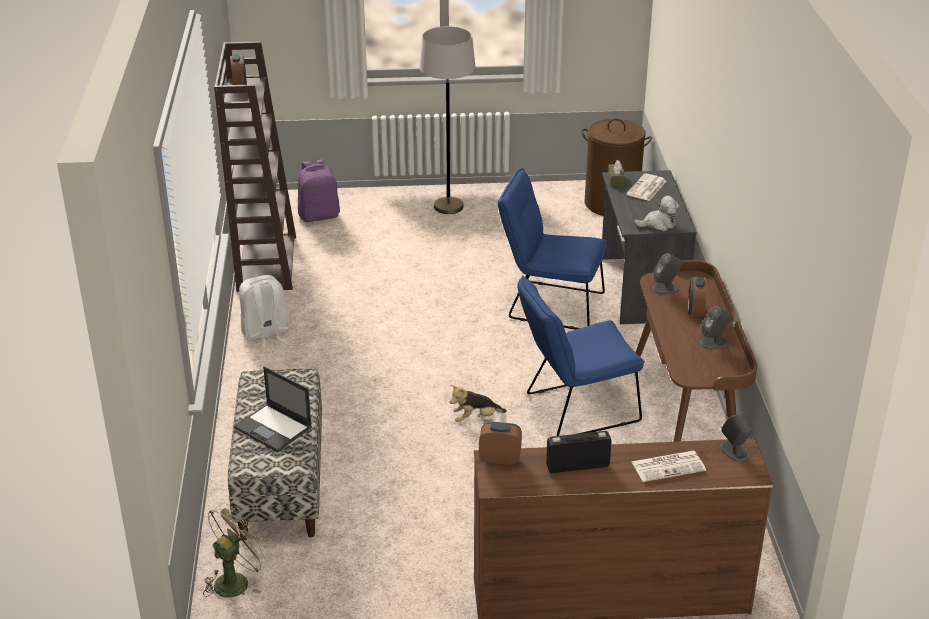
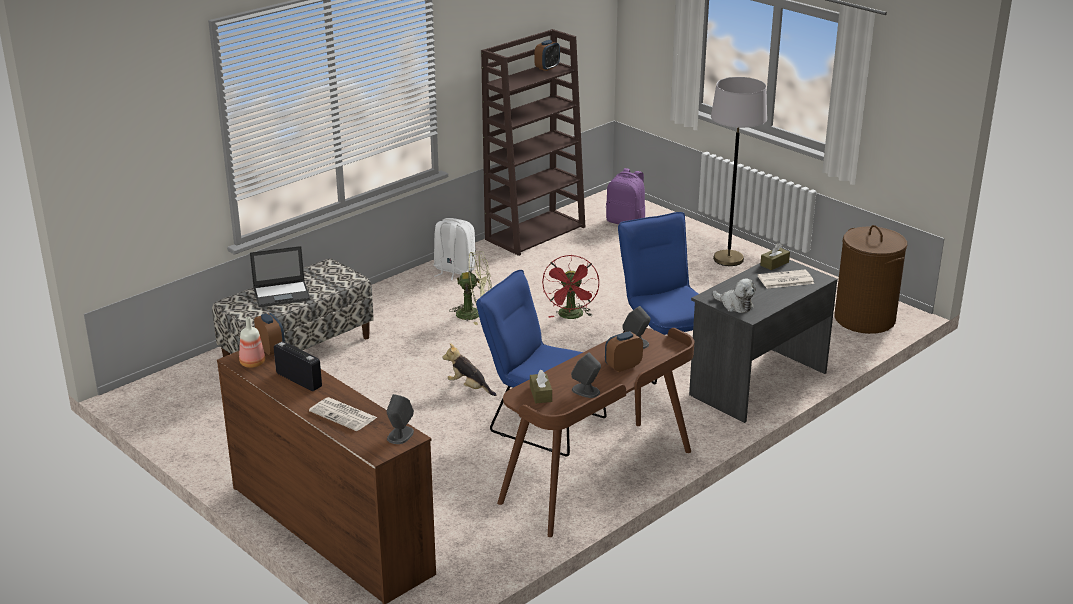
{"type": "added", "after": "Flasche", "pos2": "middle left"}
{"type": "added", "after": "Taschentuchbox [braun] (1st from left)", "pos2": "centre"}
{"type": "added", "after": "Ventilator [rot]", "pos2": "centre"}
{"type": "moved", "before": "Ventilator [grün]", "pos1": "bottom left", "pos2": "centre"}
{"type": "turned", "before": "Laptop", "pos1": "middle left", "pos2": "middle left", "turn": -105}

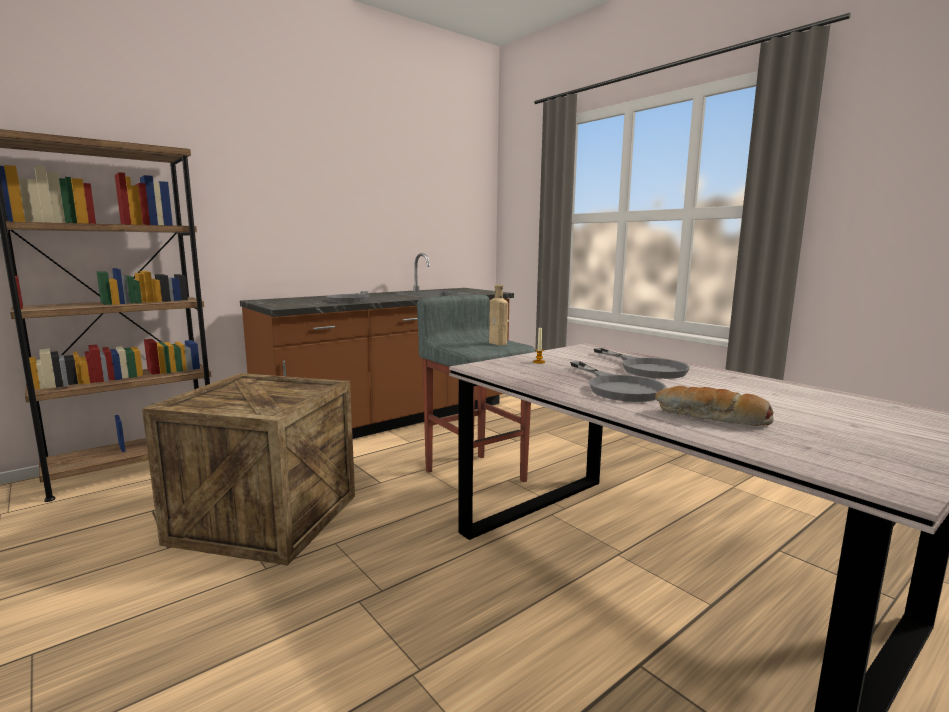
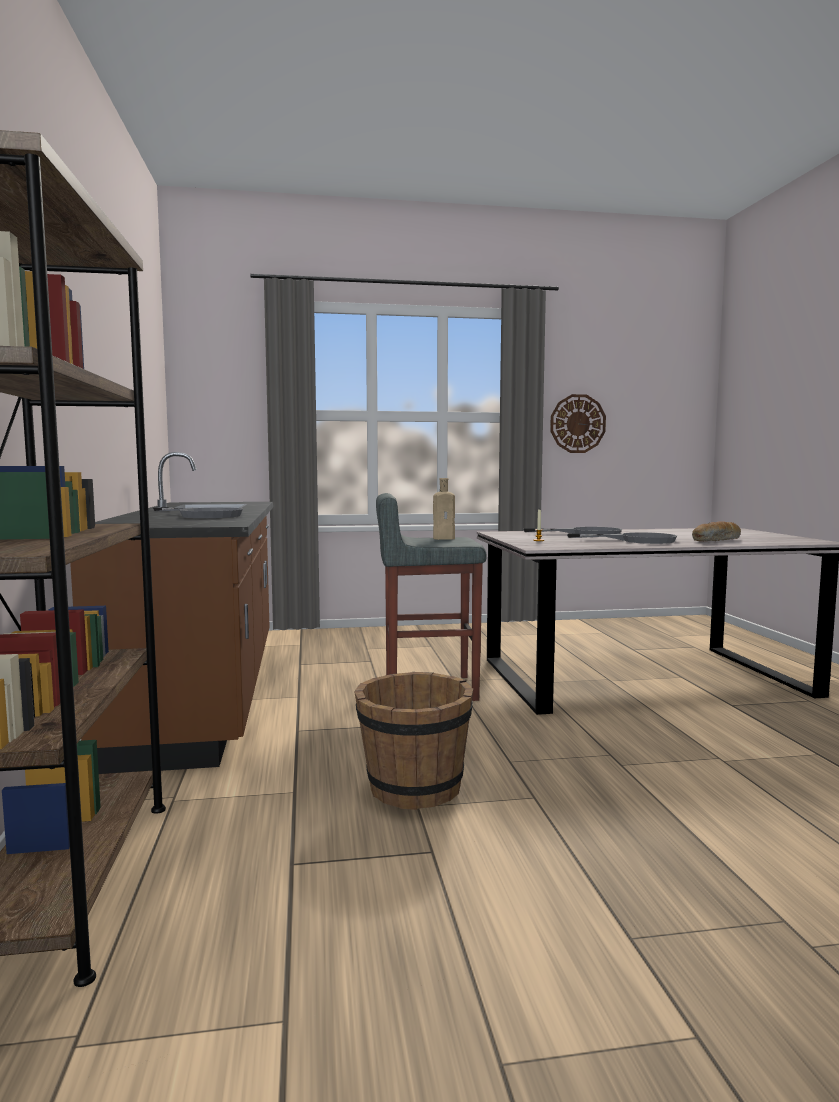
{"type": "added", "after": "Wanduhr", "pos2": "middle right"}
{"type": "replaced", "before": "Kiste", "after": "Eimer [braun]", "pos1": "middle left", "pos2": "bottom centre"}

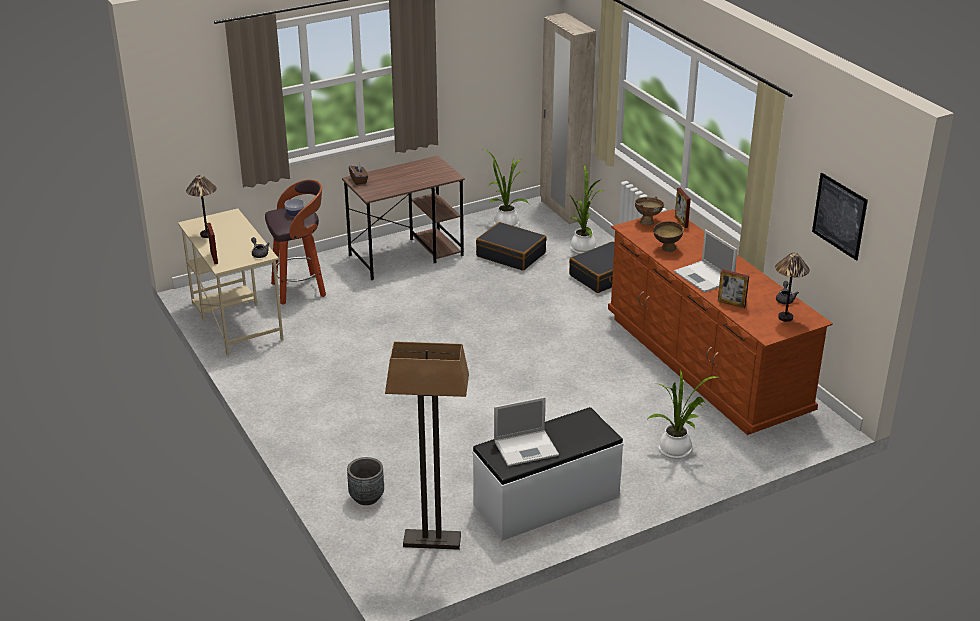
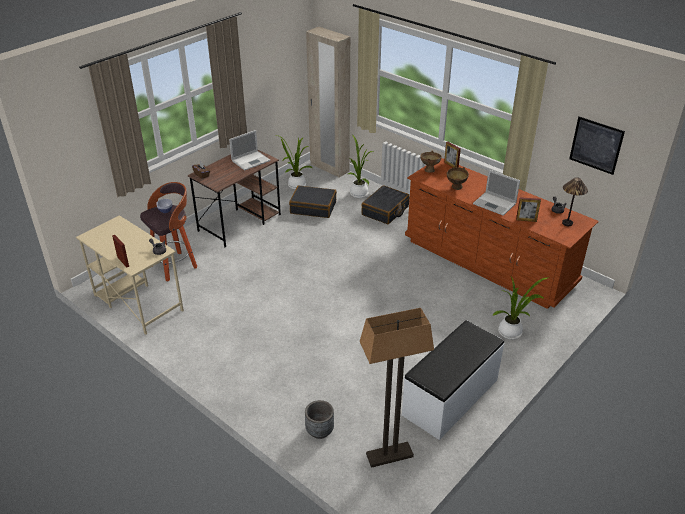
{"type": "removed", "before": "Tischlampe (1st from left)", "pos1": "top left"}
{"type": "moved", "before": "Laptop (1st from left)", "pos1": "bottom centre", "pos2": "top centre"}

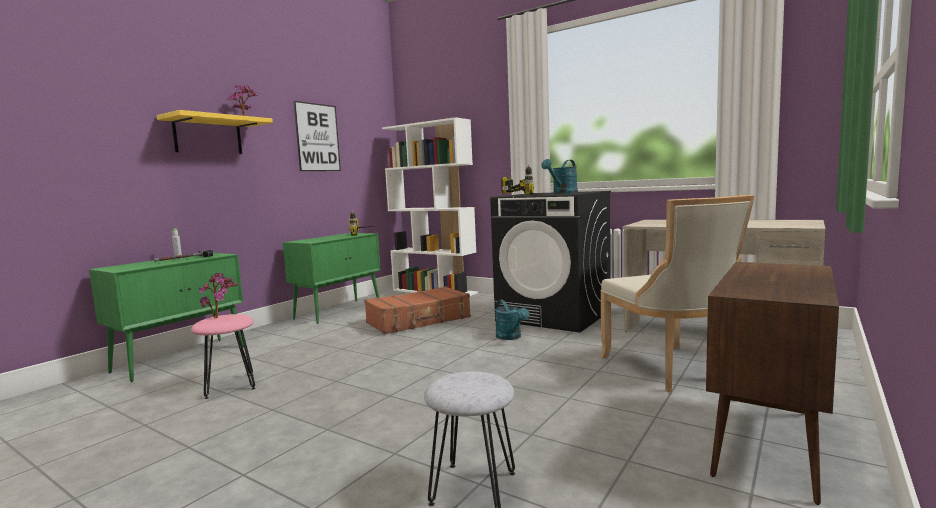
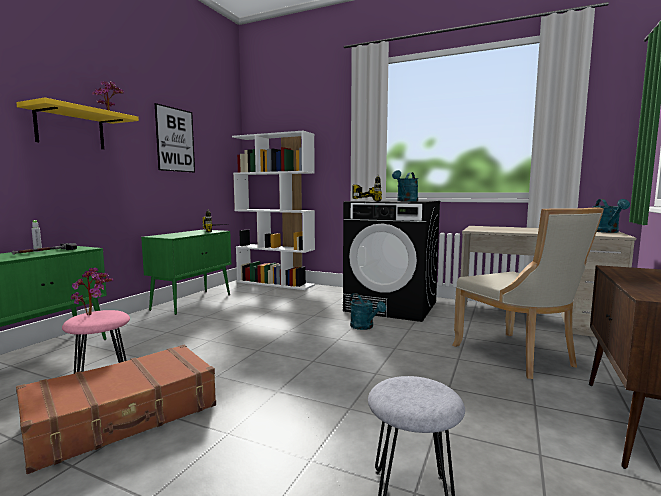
{"type": "added", "after": "Gießkanne [türkis] (3rd from left)", "pos2": "middle right"}
{"type": "moved", "before": "Koffer [braun]", "pos1": "centre", "pos2": "bottom left"}

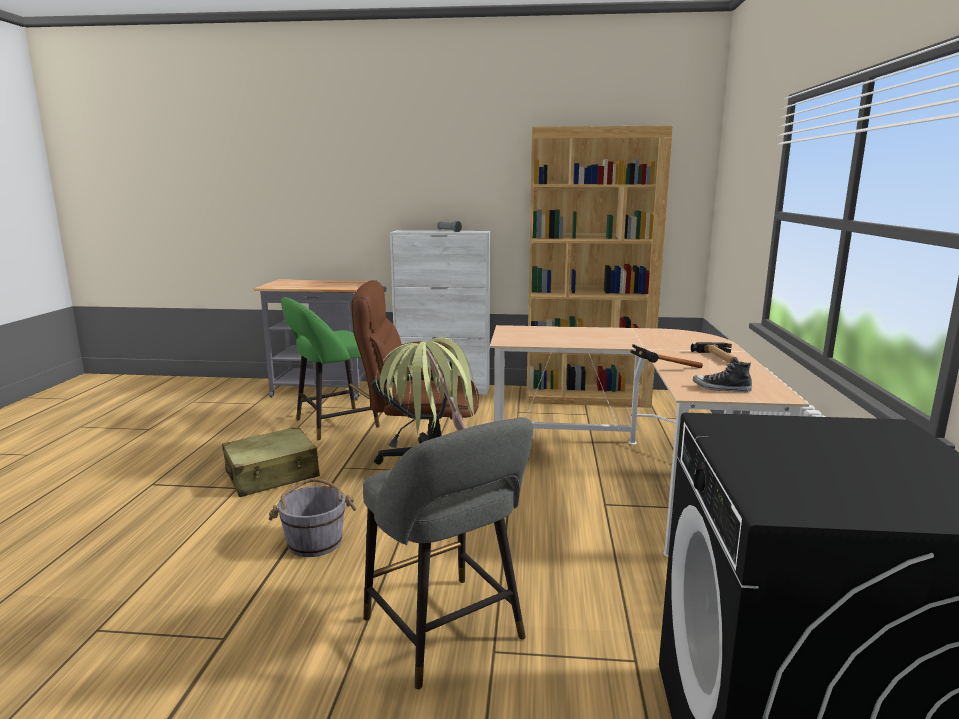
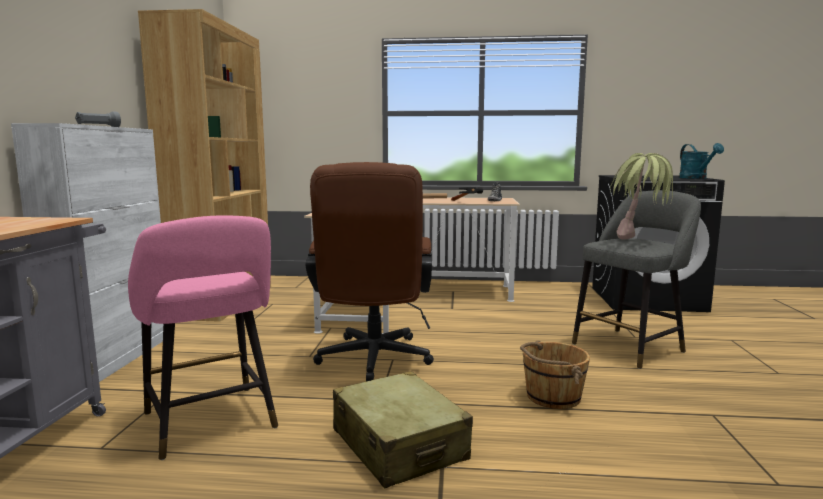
{"type": "added", "after": "Gießkanne [türkis]", "pos2": "top right"}
{"type": "recoloured", "before": "Eimer [grau]", "after": "Eimer [braun]", "pos1": "bottom left", "pos2": "bottom right"}
{"type": "recoloured", "before": "Hocker [grün]", "after": "Hocker [rosa]", "pos1": "centre", "pos2": "bottom left"}

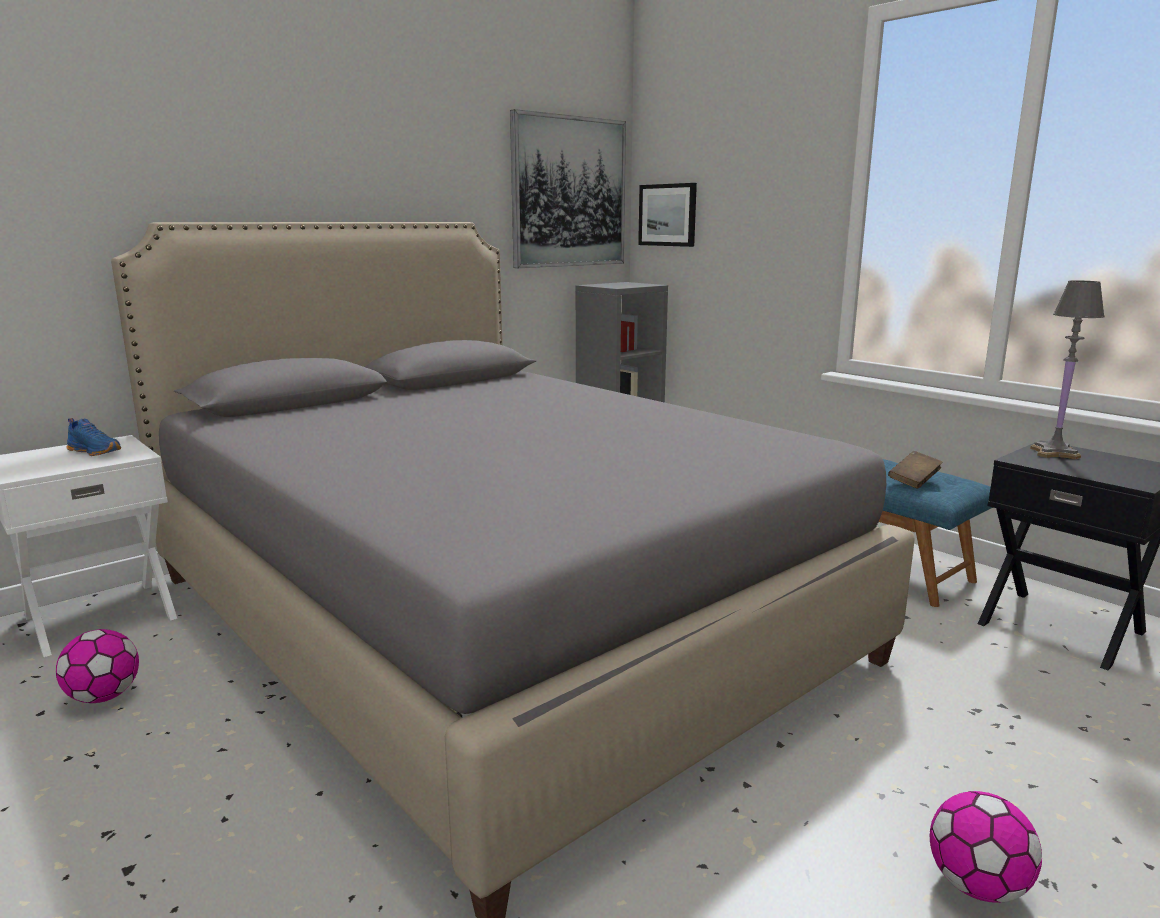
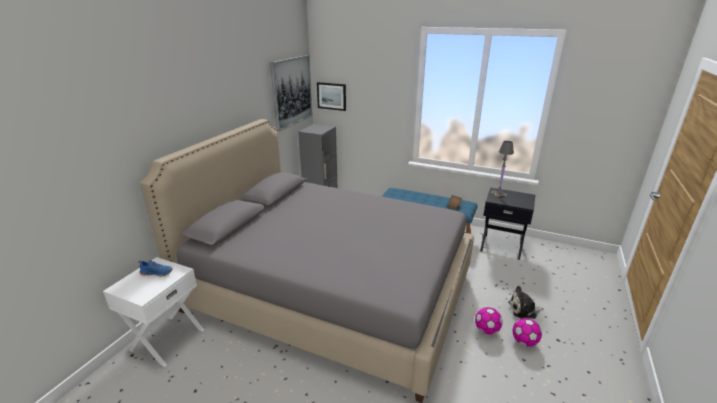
{"type": "added", "after": "Plüschtier", "pos2": "bottom right"}
{"type": "moved", "before": "Fußball (1st from left)", "pos1": "bottom left", "pos2": "bottom right"}

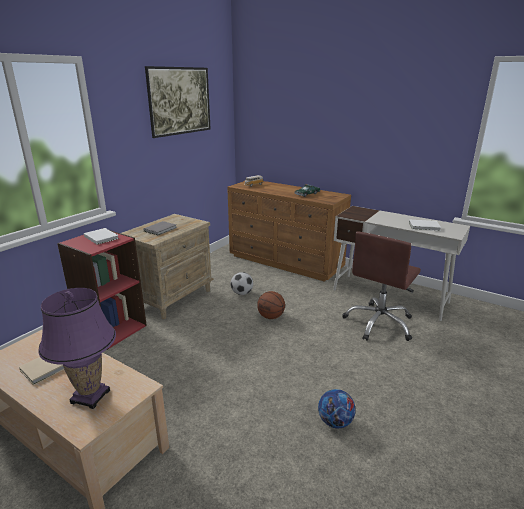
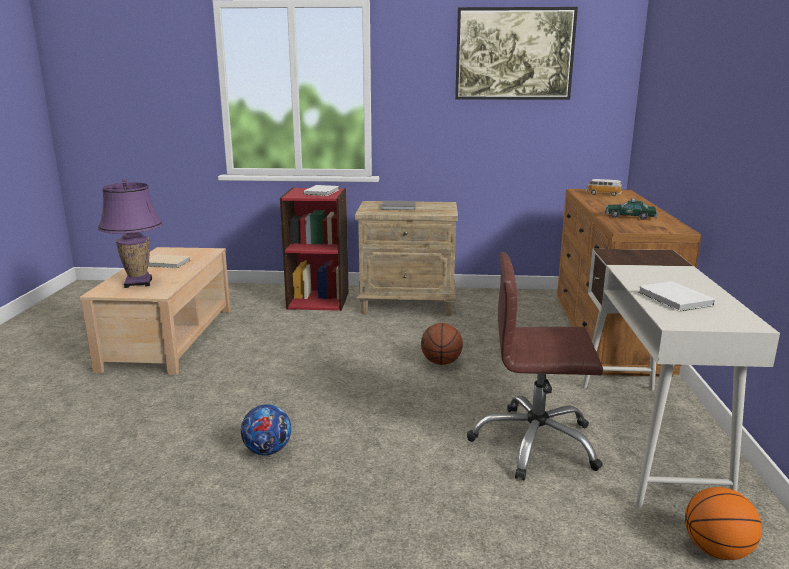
{"type": "removed", "before": "Fußball (1st from left)", "pos1": "centre"}
{"type": "added", "after": "Basketball (2nd from left)", "pos2": "bottom right"}

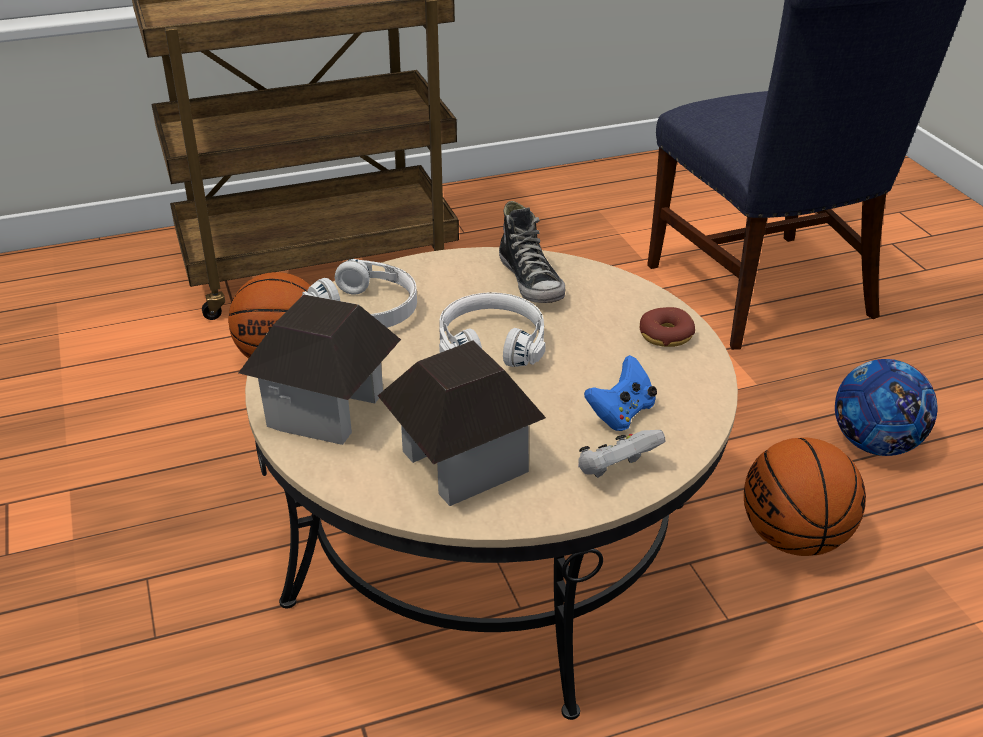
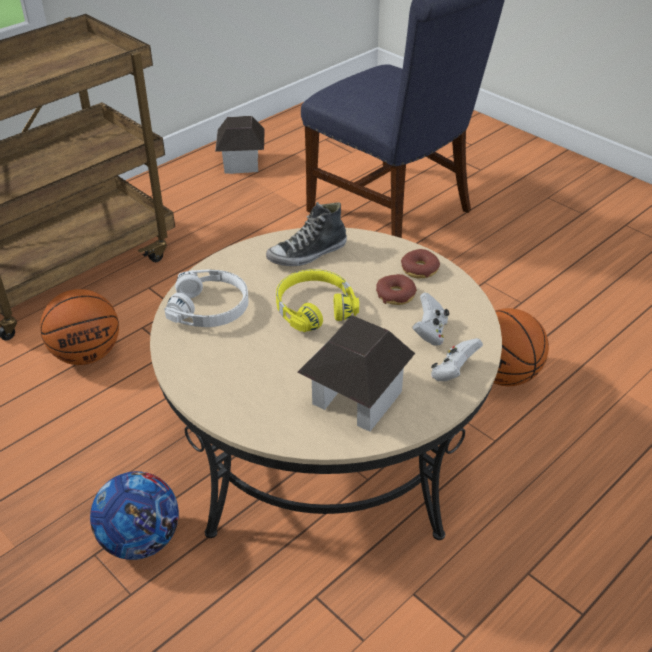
{"type": "added", "after": "Donut (1st from left)", "pos2": "centre"}
{"type": "moved", "before": "Spielzeughaus (1st from left)", "pos1": "middle left", "pos2": "top centre"}
{"type": "moved", "before": "Fußball", "pos1": "middle right", "pos2": "bottom left"}
{"type": "recoloured", "before": "Kopfhörer [weiß] (2nd from left)", "after": "Kopfhörer [gelb]", "pos1": "centre", "pos2": "centre"}
{"type": "recoloured", "before": "Gamepad [blau]", "after": "Gamepad [weiß] (1st from left)", "pos1": "centre", "pos2": "centre"}
{"type": "turned", "before": "Schuh", "pos1": "centre", "pos2": "centre", "turn": 105}

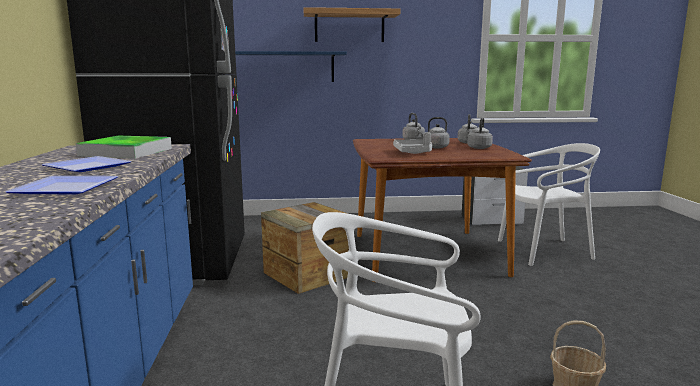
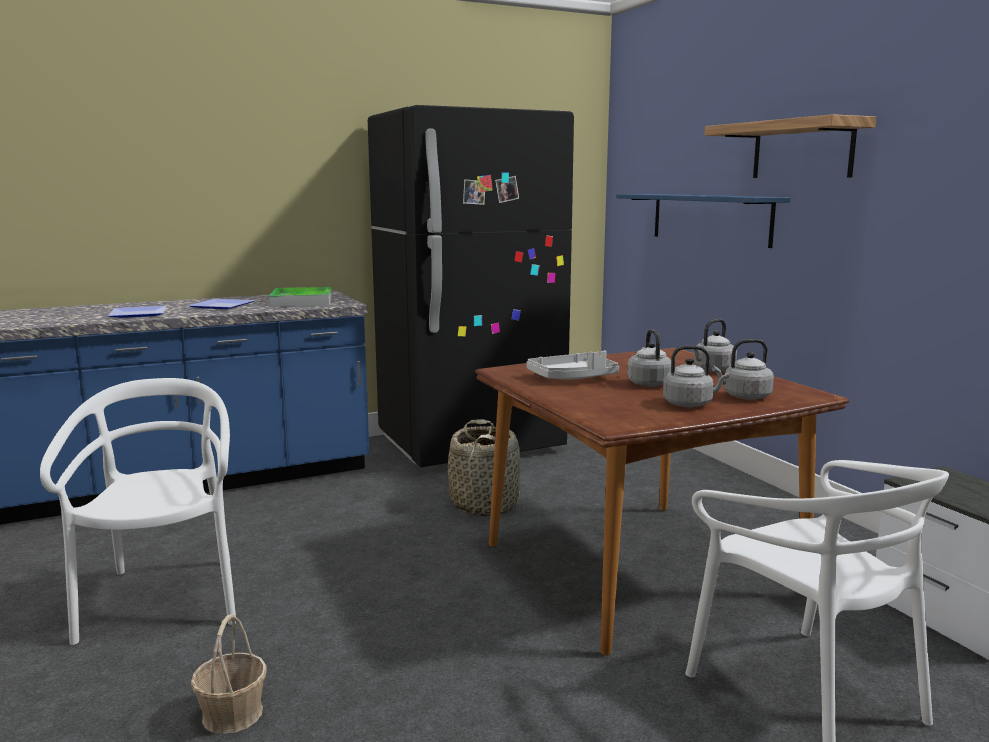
{"type": "replaced", "before": "Kiste", "after": "Korb (2nd from left)", "pos1": "centre", "pos2": "centre"}

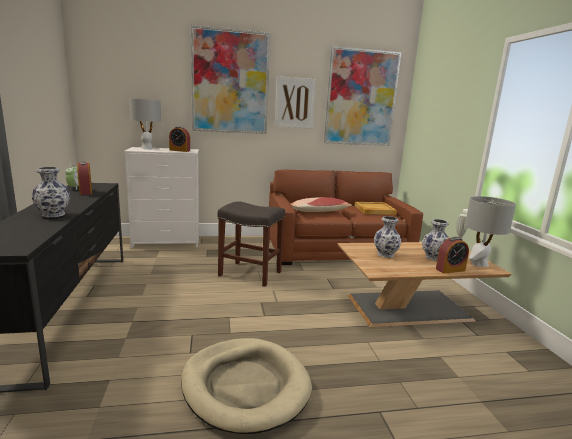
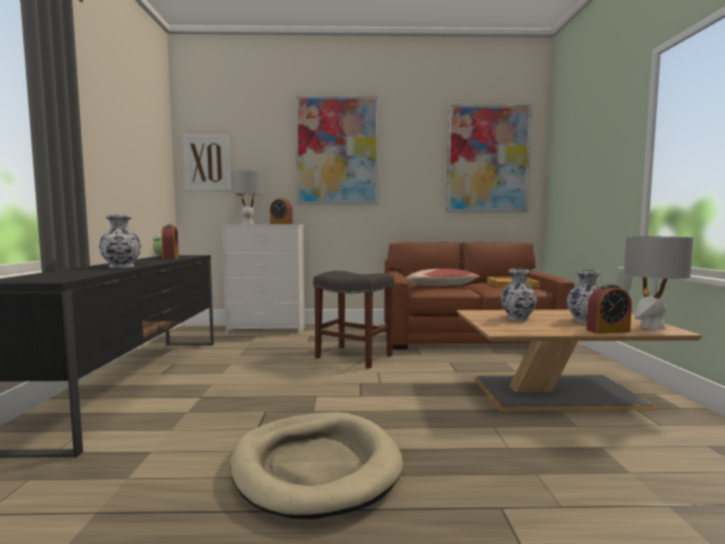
{"type": "moved", "before": "Bild (2nd from left in the first image)", "after": "Bild (1st from left)", "pos1": "top centre", "pos2": "top left"}

